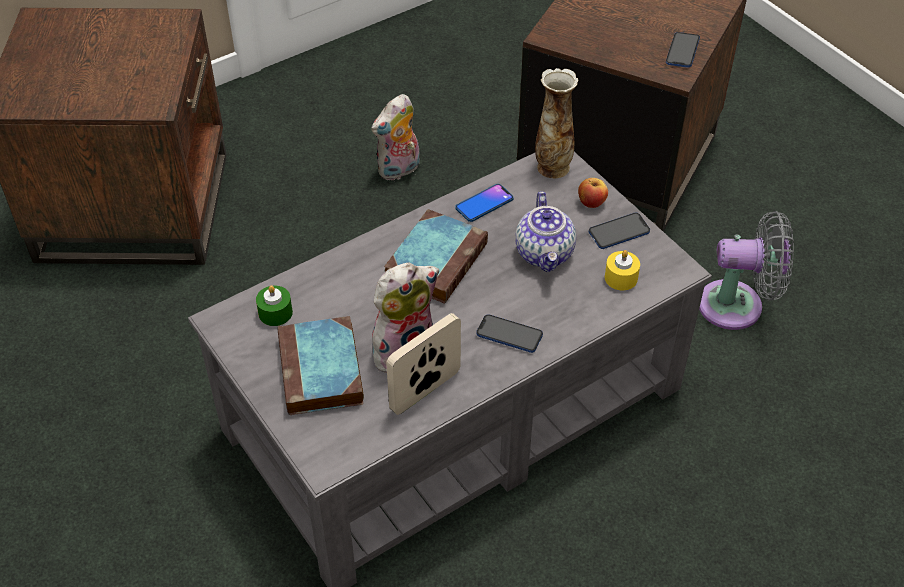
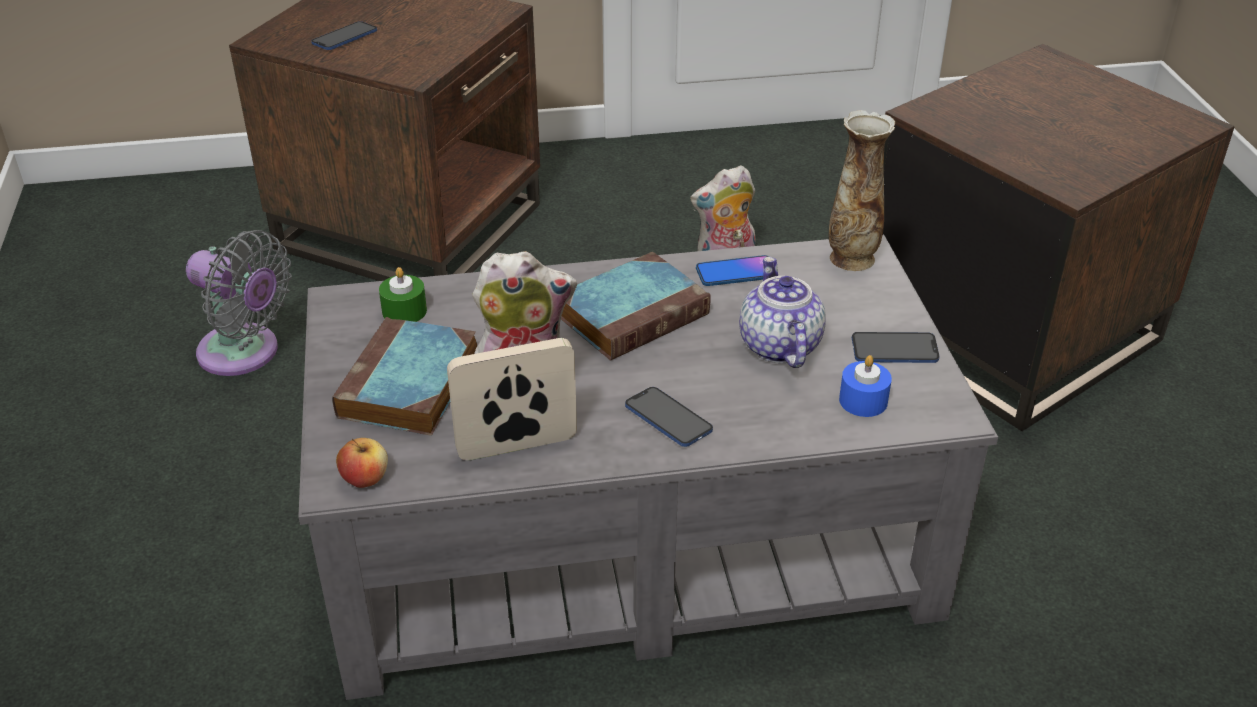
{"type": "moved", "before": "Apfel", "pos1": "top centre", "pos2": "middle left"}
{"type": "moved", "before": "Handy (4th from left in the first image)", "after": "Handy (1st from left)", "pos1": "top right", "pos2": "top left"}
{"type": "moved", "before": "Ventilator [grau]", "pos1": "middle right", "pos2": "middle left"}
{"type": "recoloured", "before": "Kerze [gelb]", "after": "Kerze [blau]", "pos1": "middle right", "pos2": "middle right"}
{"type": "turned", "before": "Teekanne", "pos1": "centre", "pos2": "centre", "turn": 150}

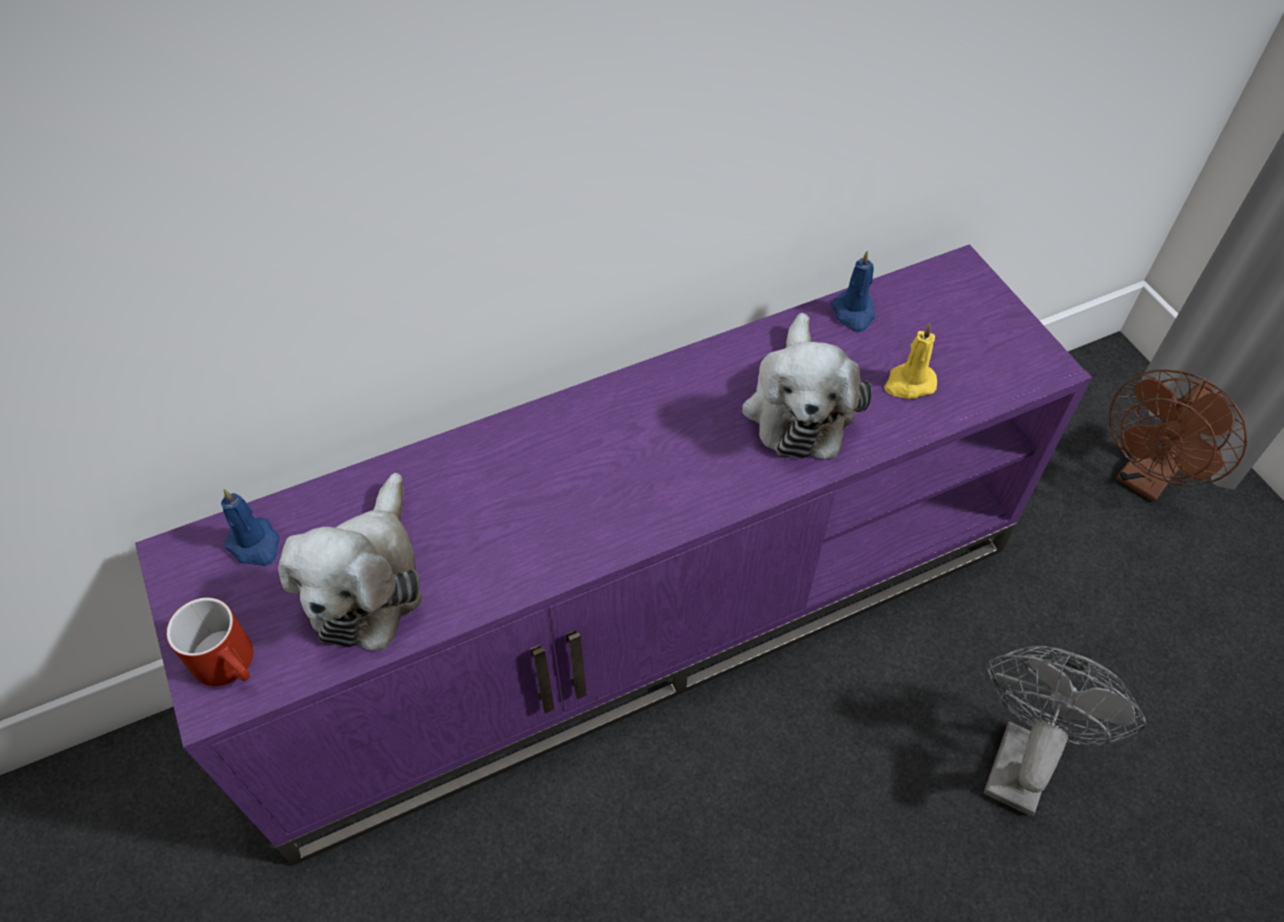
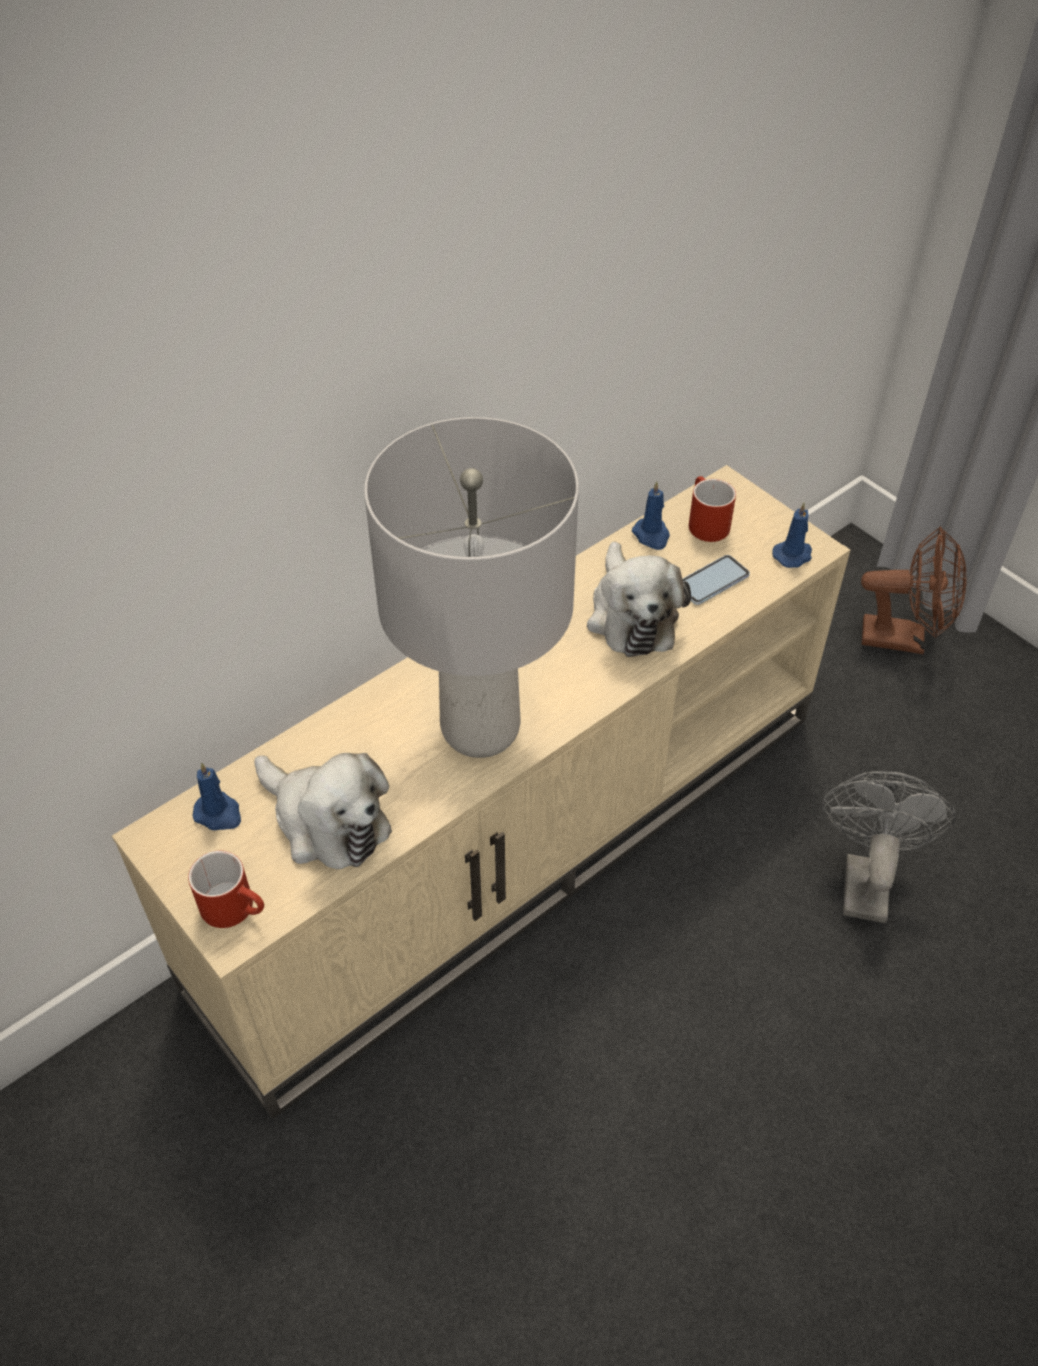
{"type": "added", "after": "Tischlampe [grau]", "pos2": "centre"}
{"type": "added", "after": "Henkelbecher [rot] (2nd from left)", "pos2": "middle right"}
{"type": "added", "after": "Kerze [blau] (3rd from left)", "pos2": "middle right"}
{"type": "replaced", "before": "Kerze [gelb]", "after": "Handy", "pos1": "middle right", "pos2": "middle right"}
{"type": "recoloured", "before": "Fernsehschrank [lila]", "after": "Fernsehschrank [beige]", "pos1": "centre", "pos2": "centre"}
{"type": "turned", "before": "Plüschtier (1st from left)", "pos1": "middle left", "pos2": "middle left", "turn": -45}
{"type": "turned", "before": "Ventilator [braun]", "pos1": "middle right", "pos2": "middle right", "turn": -105}

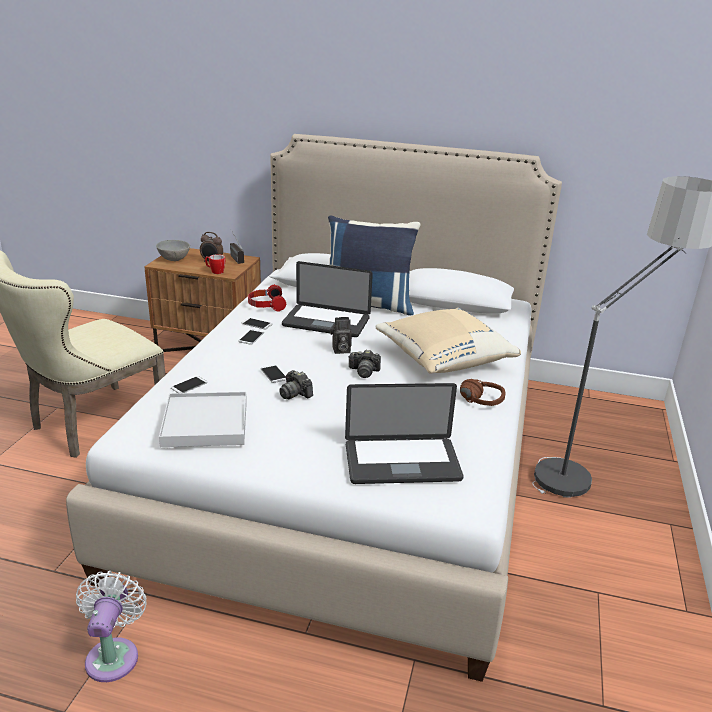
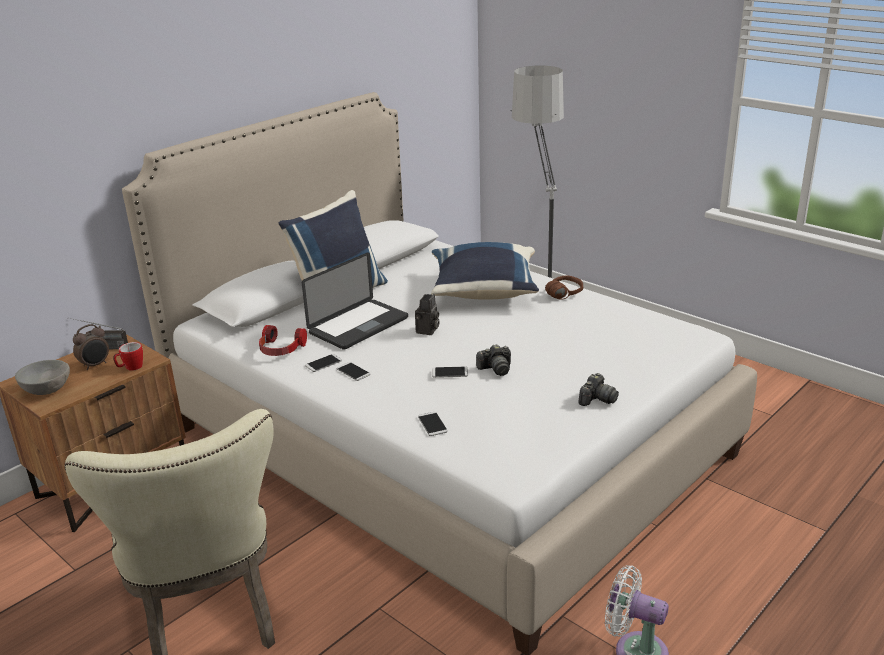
{"type": "removed", "before": "Tablett [weiß]", "pos1": "middle left"}
{"type": "removed", "before": "Laptop (2nd from left)", "pos1": "centre"}
{"type": "moved", "before": "Kamera (3rd from left)", "pos1": "centre", "pos2": "middle right"}
{"type": "recoloured", "before": "Kissen [beige]", "after": "Kissen [blau] (2nd from left)", "pos1": "centre", "pos2": "centre"}

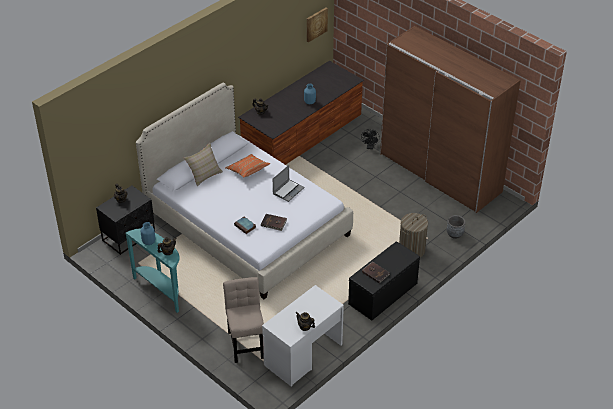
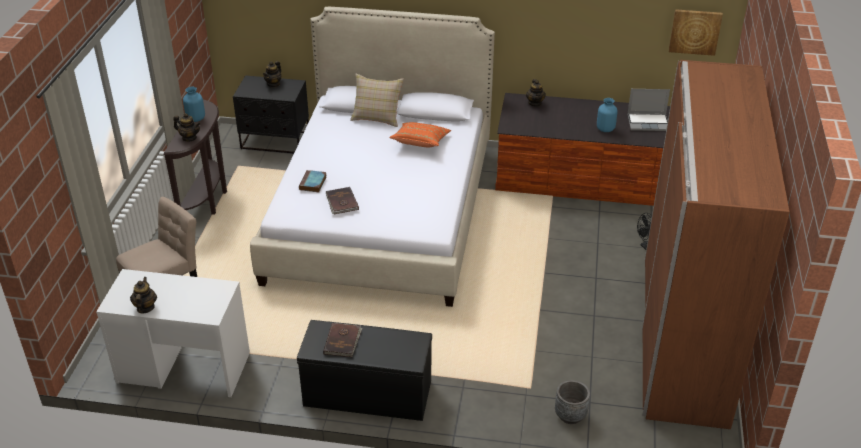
{"type": "removed", "before": "Wäschekorb", "pos1": "middle right"}
{"type": "moved", "before": "Laptop", "pos1": "centre", "pos2": "top right"}
{"type": "recoloured", "before": "Konsolentisch [türkis]", "after": "Konsolentisch [braun]", "pos1": "middle left", "pos2": "middle left"}

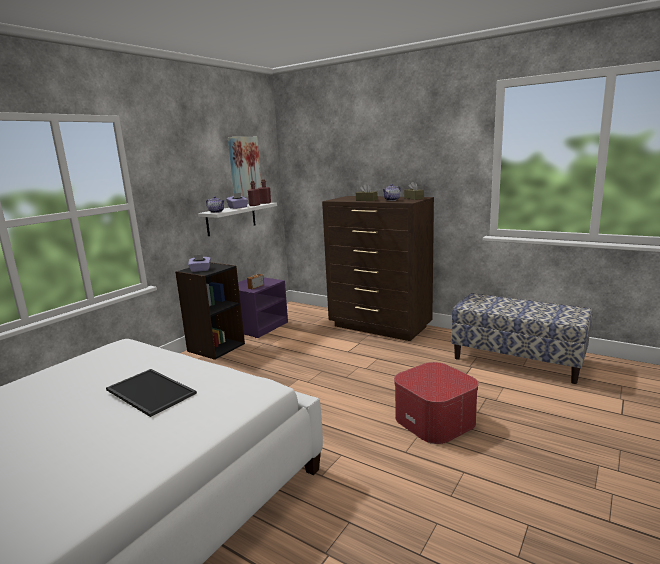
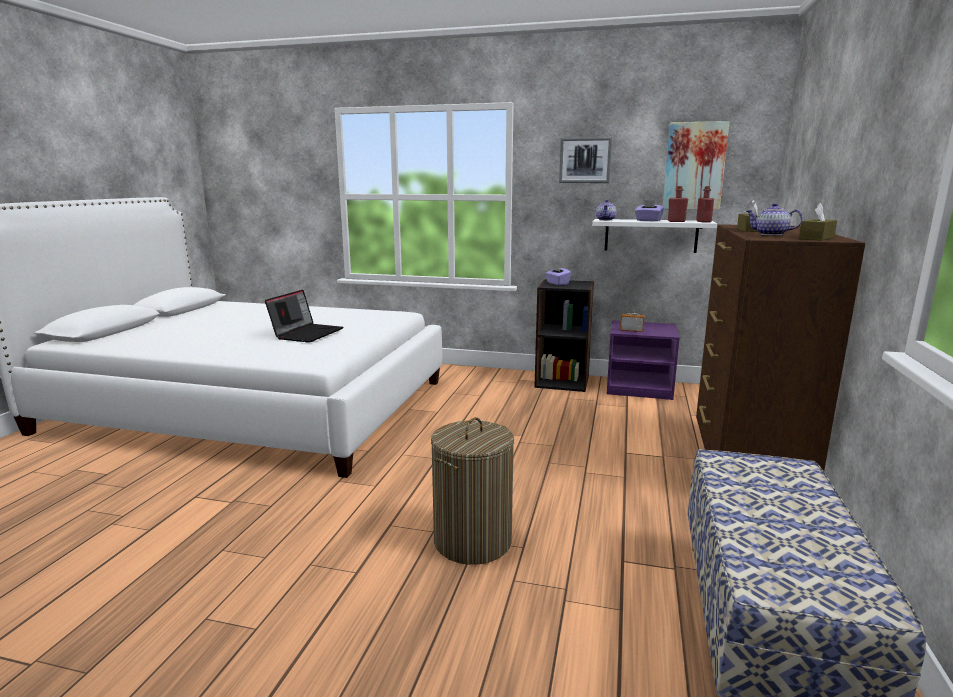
{"type": "added", "after": "Bild (1st from left)", "pos2": "top centre"}
{"type": "replaced", "before": "Tablett", "after": "Laptop", "pos1": "bottom left", "pos2": "middle left"}
{"type": "replaced", "before": "Polsterhocker", "after": "Wäschekorb", "pos1": "bottom centre", "pos2": "bottom centre"}

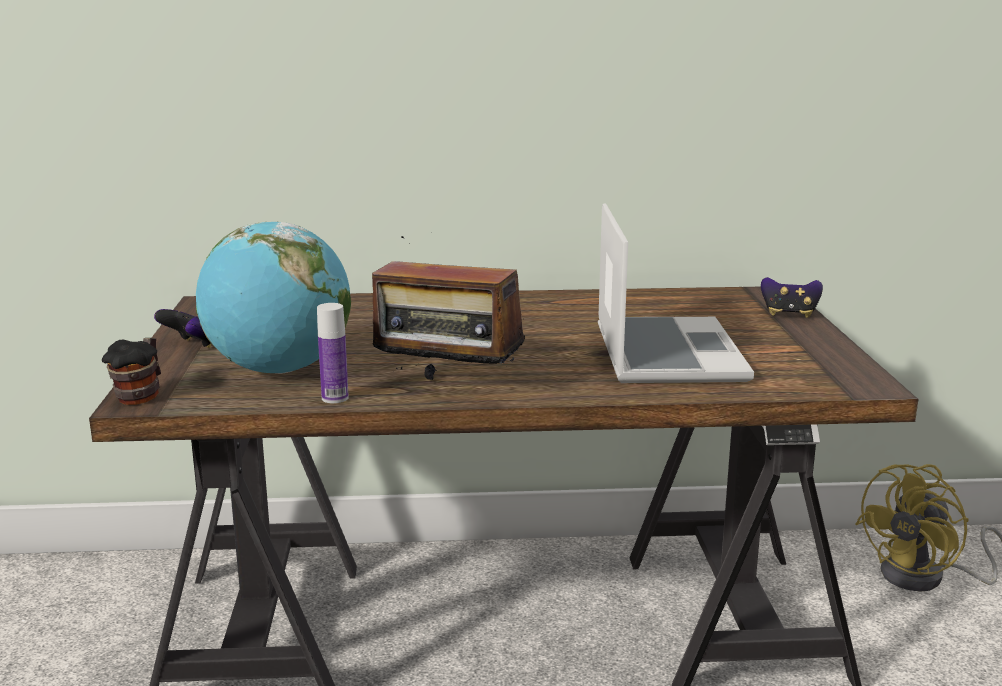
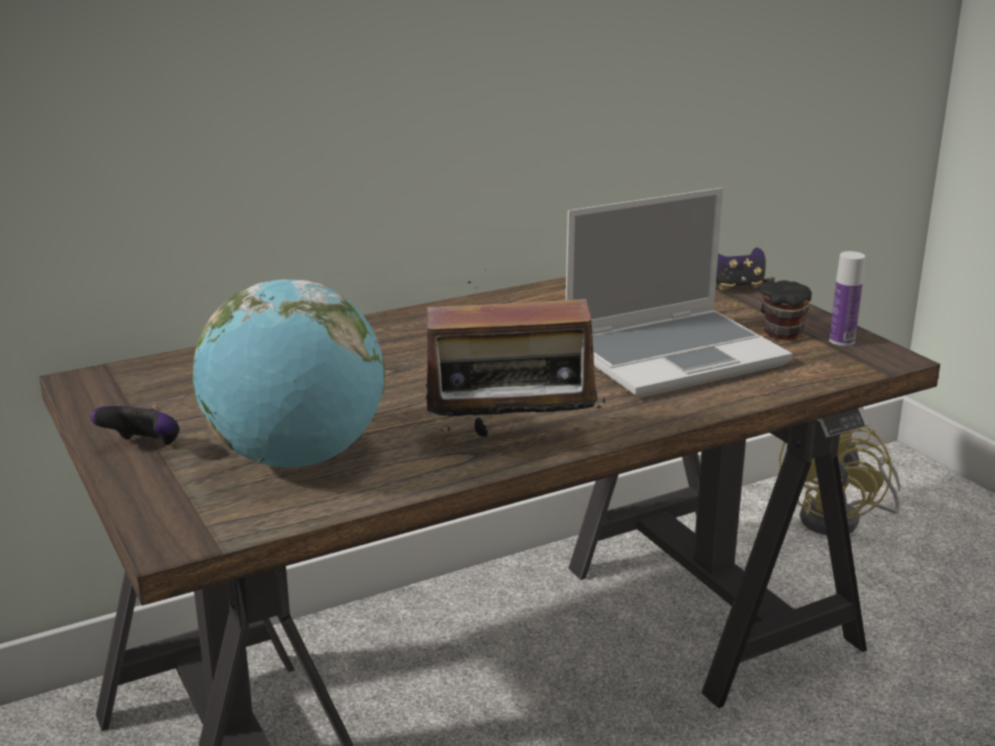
{"type": "moved", "before": "Henkelbecher", "pos1": "middle left", "pos2": "middle right"}
{"type": "moved", "before": "Flasche", "pos1": "middle left", "pos2": "middle right"}
{"type": "turned", "before": "Laptop", "pos1": "middle right", "pos2": "middle right", "turn": 90}

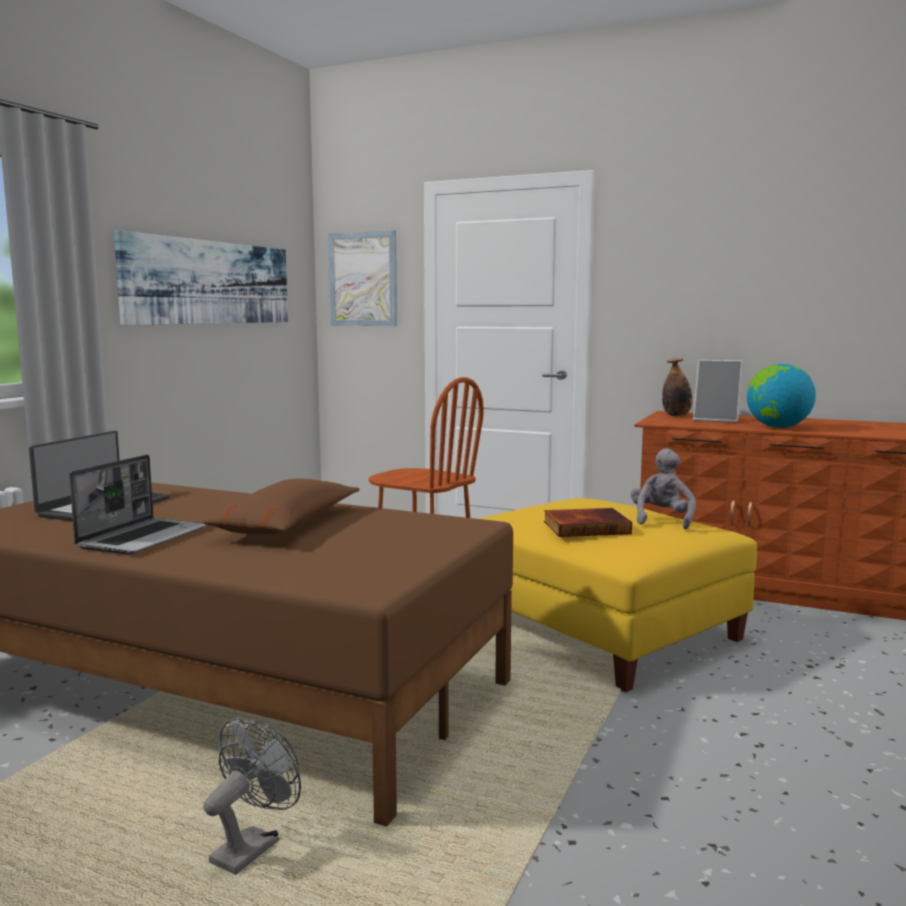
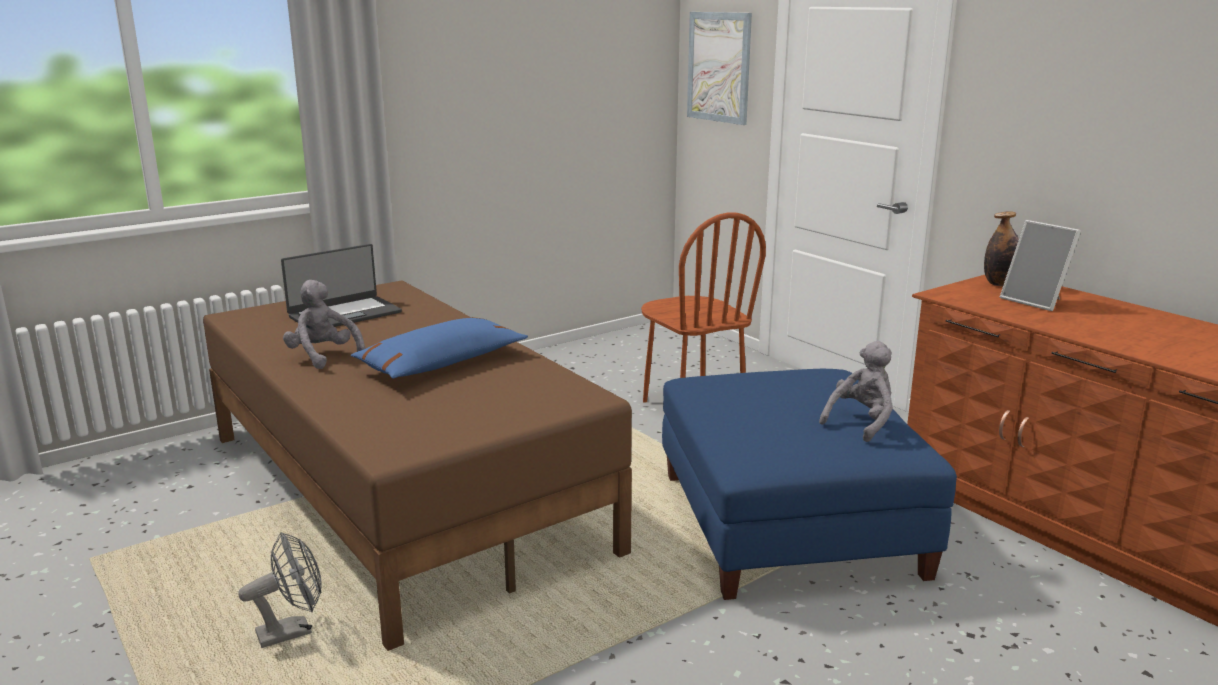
{"type": "removed", "before": "Bild (1st from left)", "pos1": "top left"}
{"type": "removed", "before": "Buch", "pos1": "centre"}
{"type": "removed", "before": "Globus", "pos1": "middle right"}
{"type": "replaced", "before": "Laptop (2nd from left)", "after": "Plüschtier [grau] (1st from left)", "pos1": "middle left", "pos2": "middle left"}
{"type": "recoloured", "before": "Kissen [braun]", "after": "Kissen [blau]", "pos1": "middle left", "pos2": "centre"}
{"type": "recoloured", "before": "Polsterhocker [gelb]", "after": "Polsterhocker [blau]", "pos1": "middle right", "pos2": "bottom centre"}

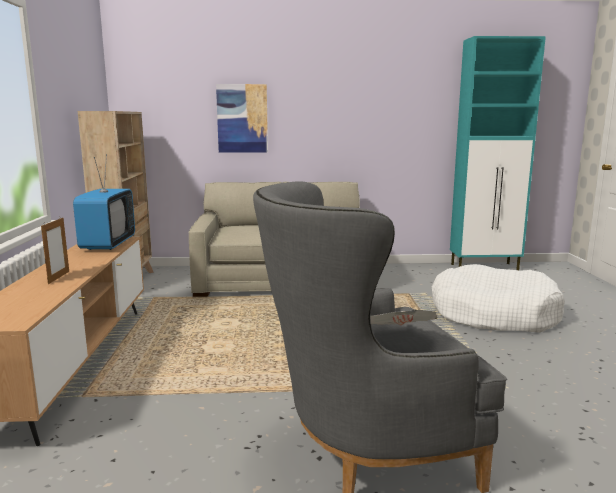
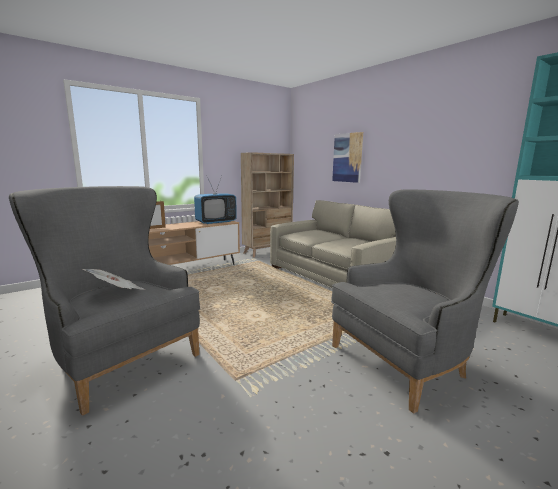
{"type": "replaced", "before": "Hundebett [weiß]", "after": "Sessel [grau] (2nd from left)", "pos1": "middle right", "pos2": "middle right"}

